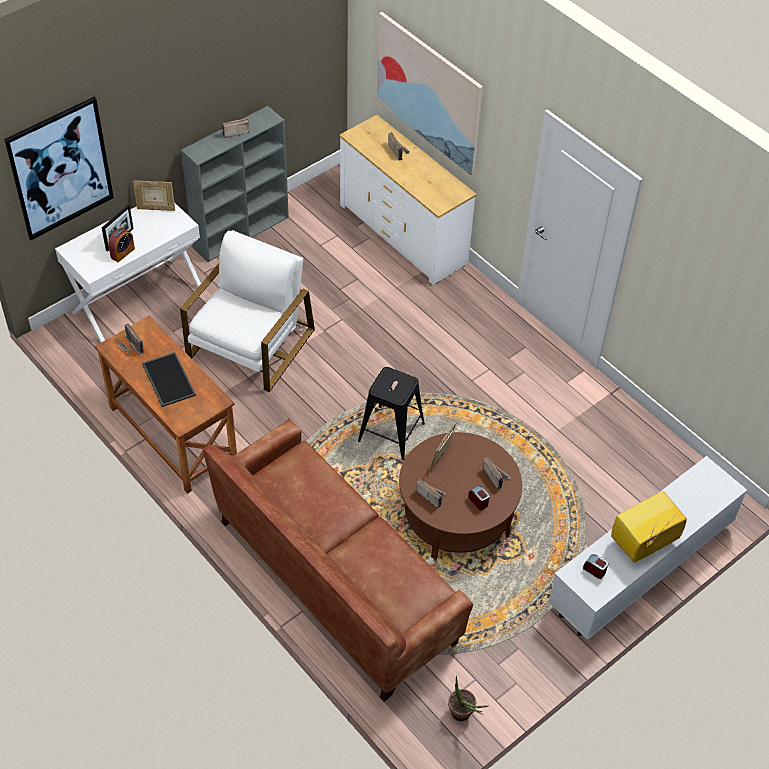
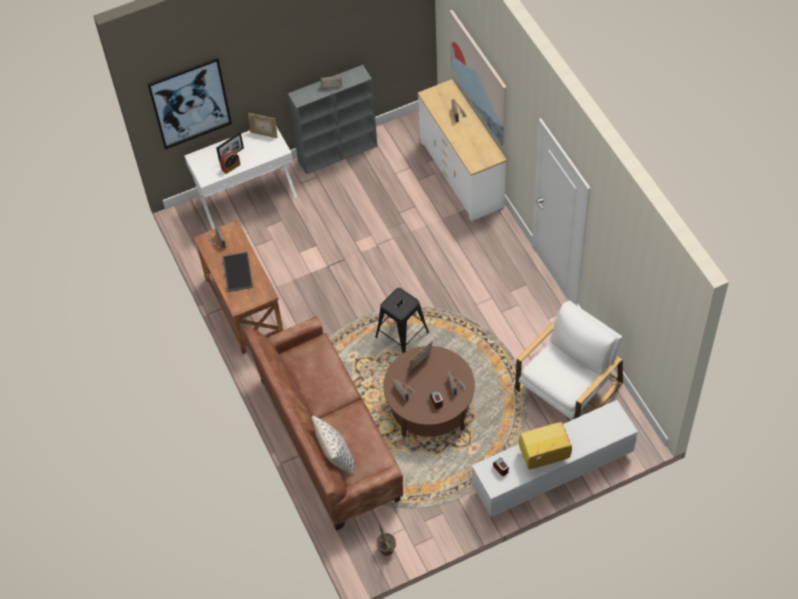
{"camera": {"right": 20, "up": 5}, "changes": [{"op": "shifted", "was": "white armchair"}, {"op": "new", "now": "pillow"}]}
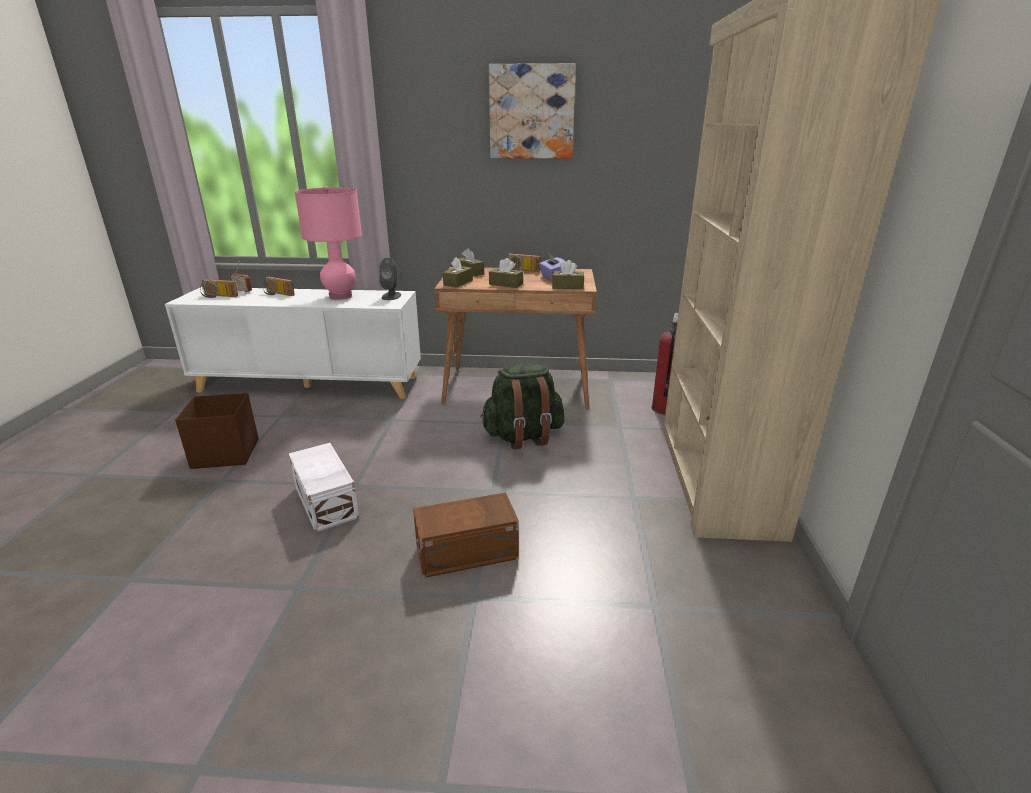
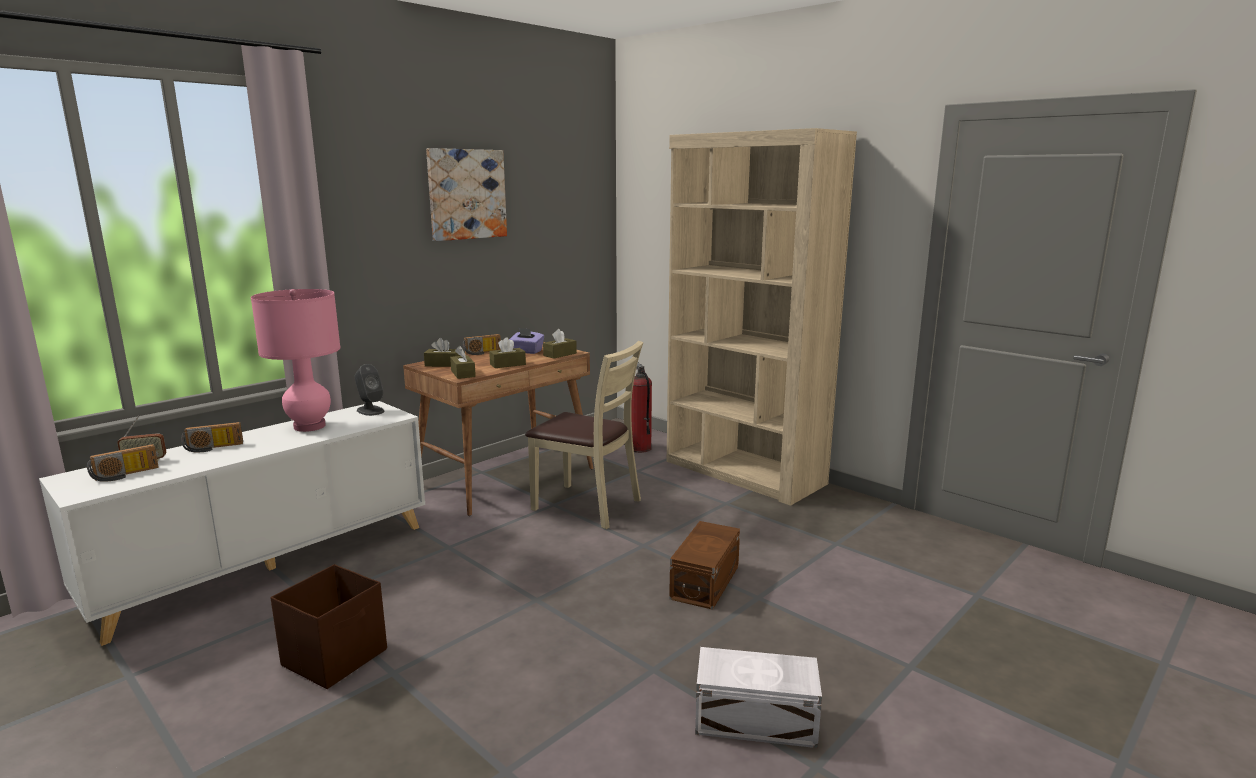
{"camera": {"right": -50, "up": -10}, "changes": [{"op": "swapped", "was": "green backpack", "now": "beige chair"}, {"op": "shifted", "was": "white storage box"}]}
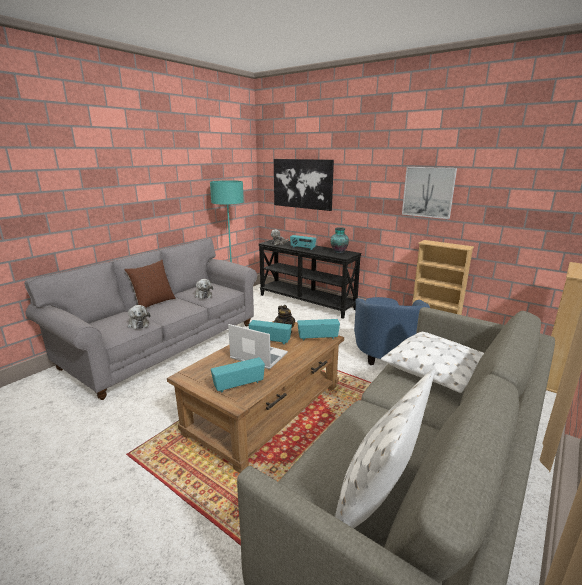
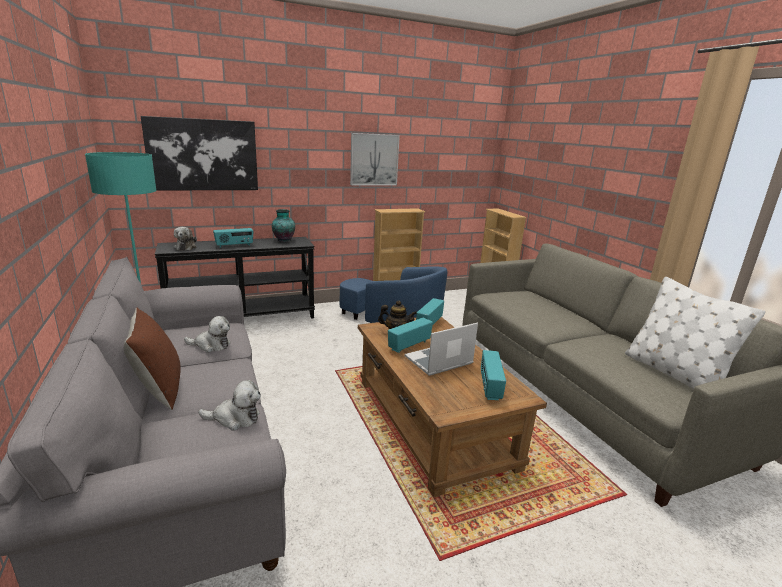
{"camera": {"right": -60, "up": 0}, "changes": [{"op": "gone", "was": "white pillow (no. 2 from left)"}]}
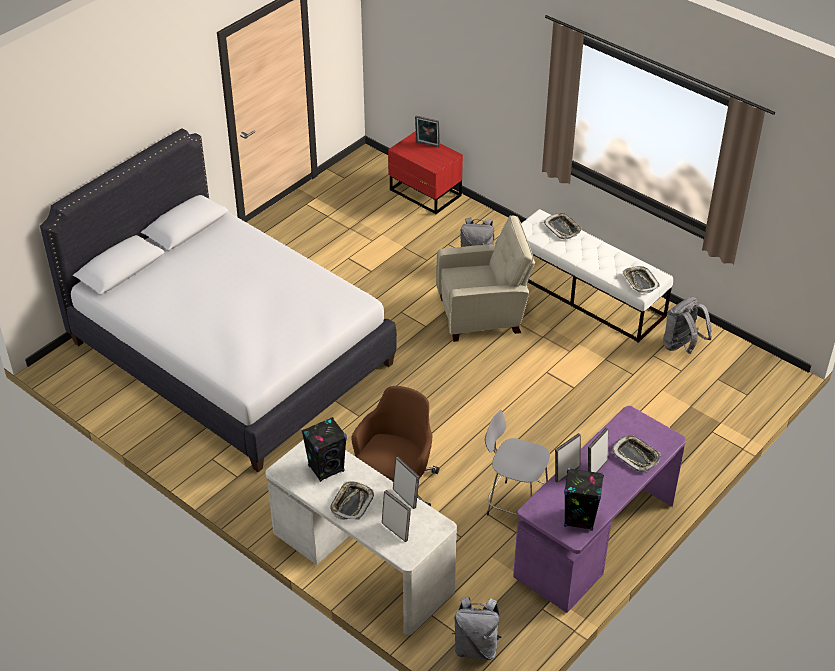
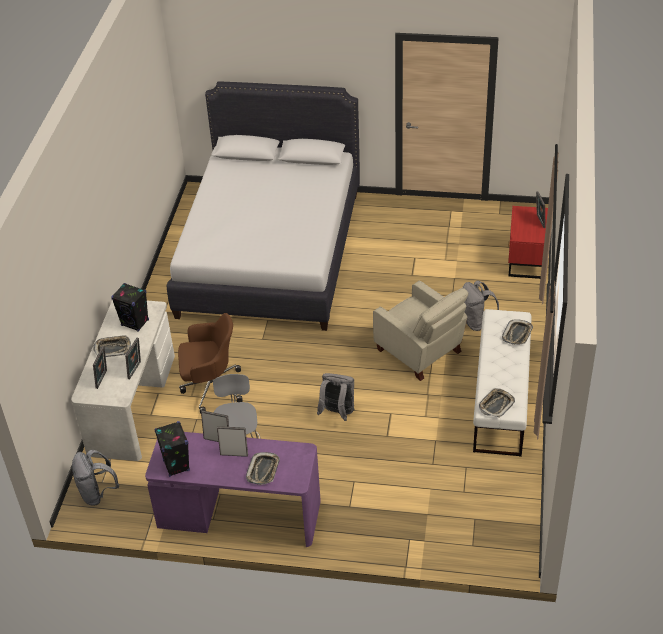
{"camera": {"right": 60, "up": 0}, "changes": [{"op": "shifted", "was": "grey backpack (no. 3 from left in the first image)", "now": "grey backpack (no. 2 from left)"}]}
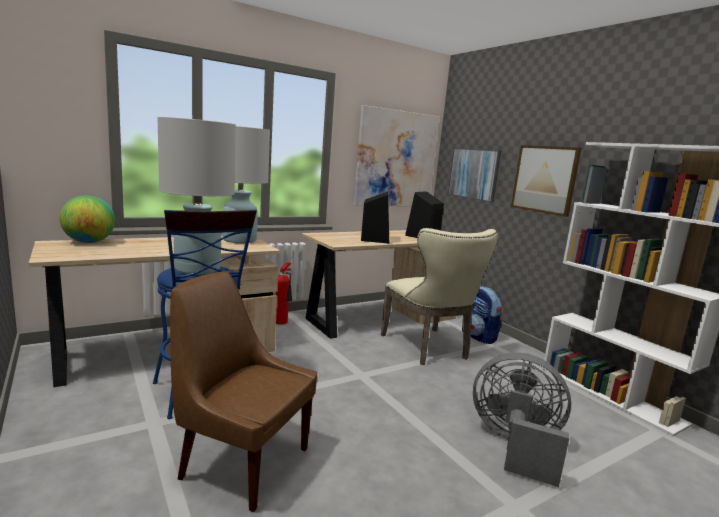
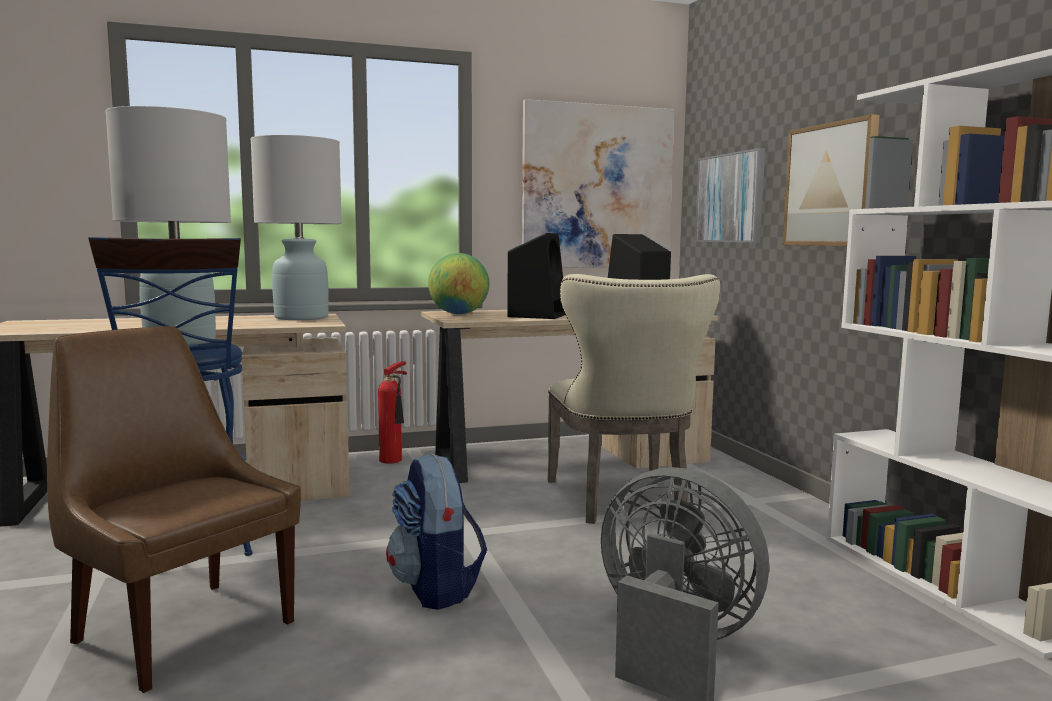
{"camera": {"right": 15, "up": -5}, "changes": [{"op": "shifted", "was": "globe"}, {"op": "shifted", "was": "backpack"}]}
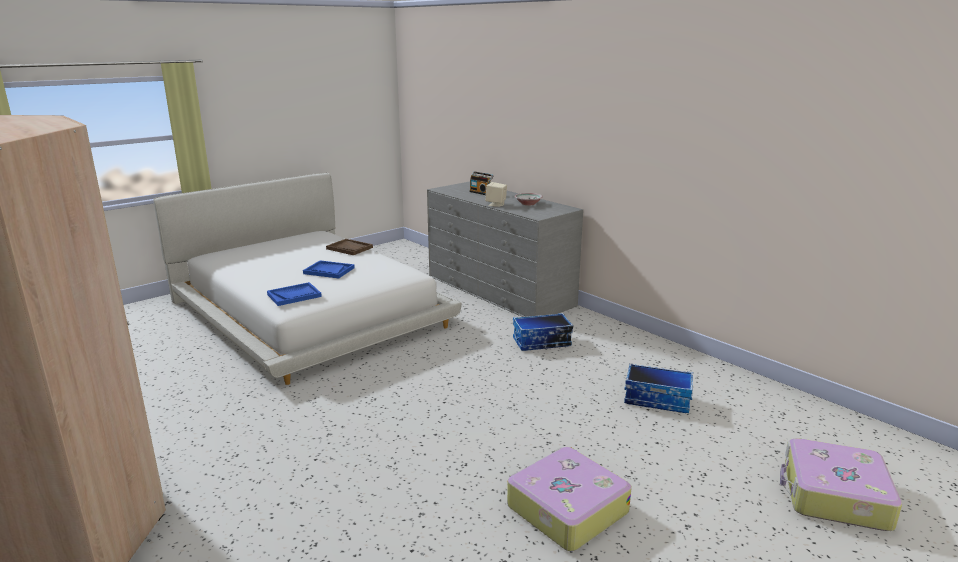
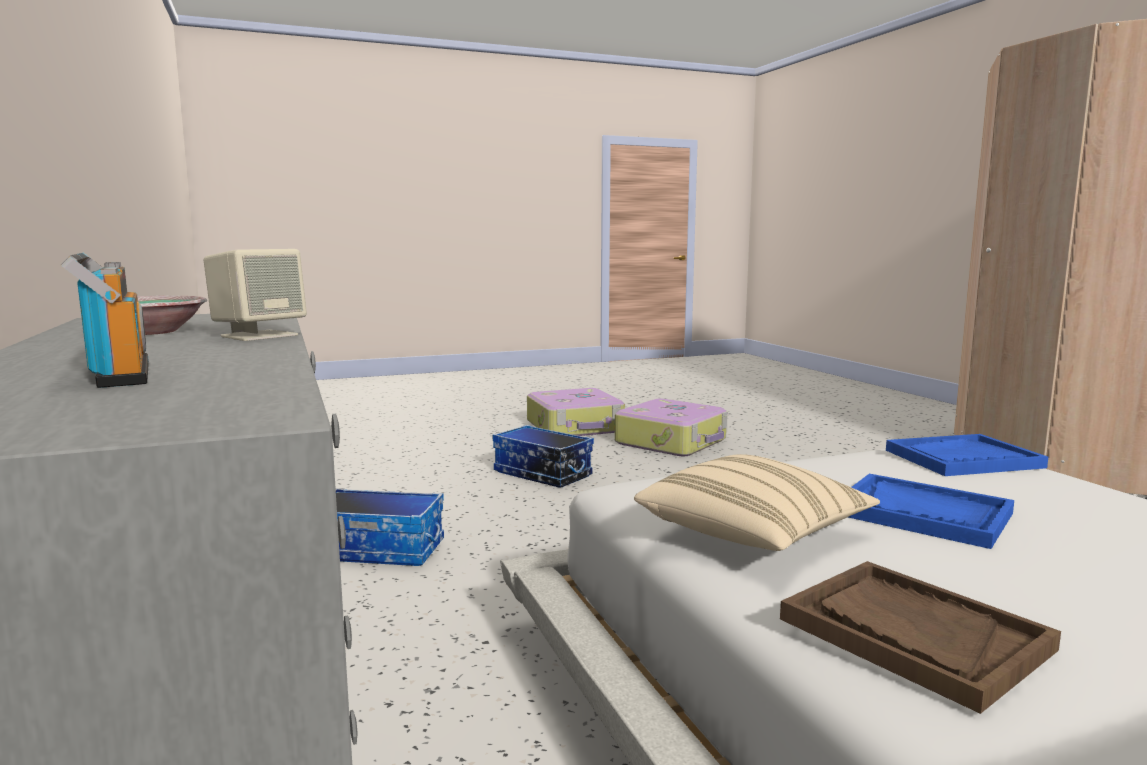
{"camera": {"right": -160, "up": -10}, "changes": [{"op": "shifted", "was": "storage box (no. 2 from left)"}, {"op": "shifted", "was": "suitcase (no. 2 from left)"}, {"op": "new", "now": "beige pillow"}]}
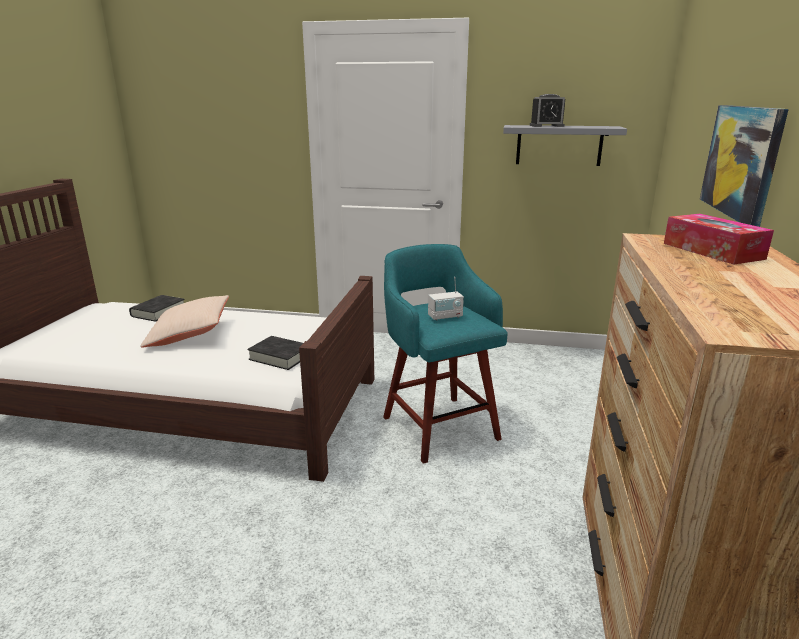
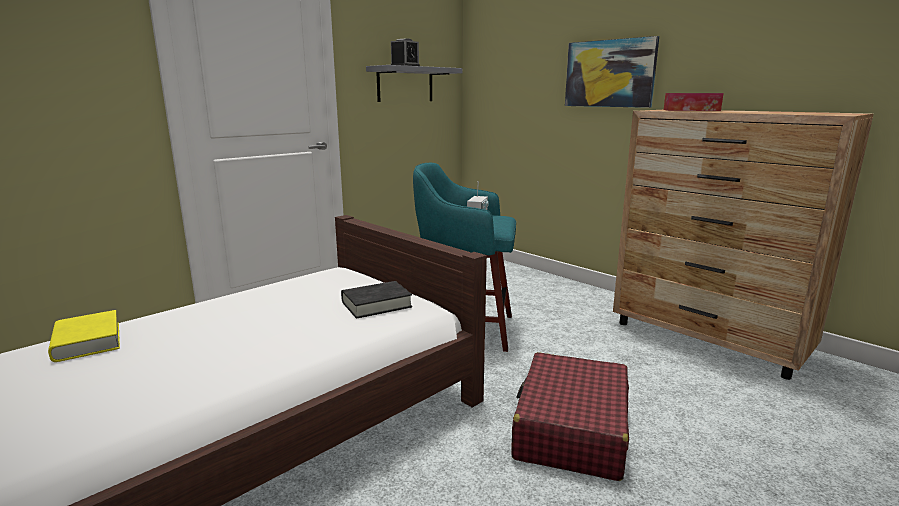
{"camera": {"right": -55, "up": -5}, "changes": [{"op": "repainted", "was": "black book (no. 1 from left)", "now": "yellow book"}, {"op": "gone", "was": "beige pillow"}, {"op": "new", "now": "red suitcase"}]}
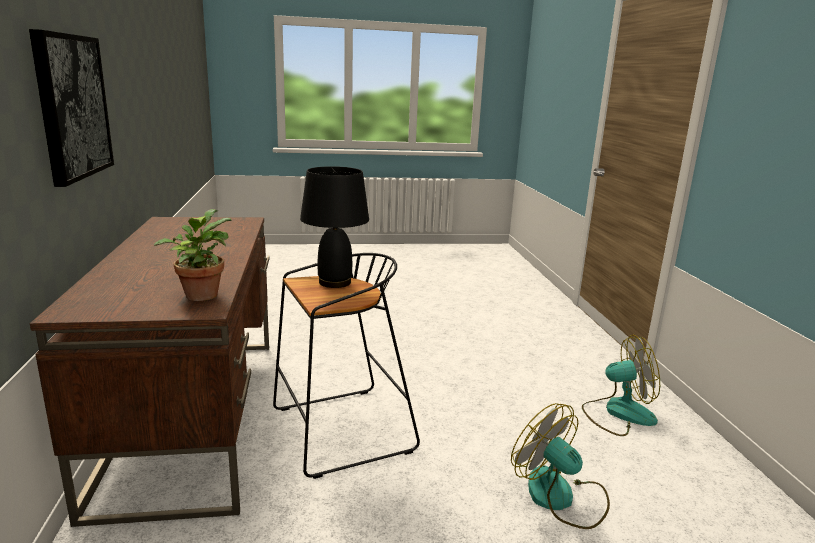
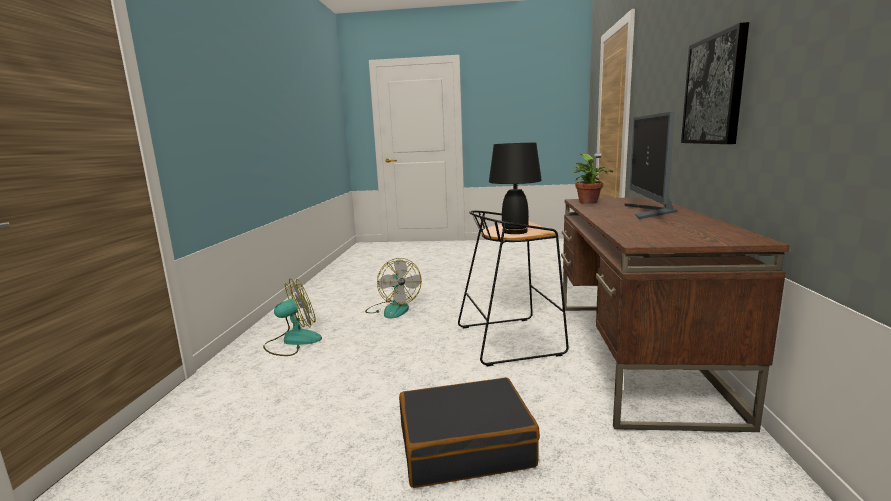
{"camera": {"right": -165, "up": -5}, "changes": [{"op": "rotated", "was": "fan (no. 2 from left in the first image)", "clockwise": 135}, {"op": "new", "now": "monitor"}, {"op": "new", "now": "black suitcase"}]}
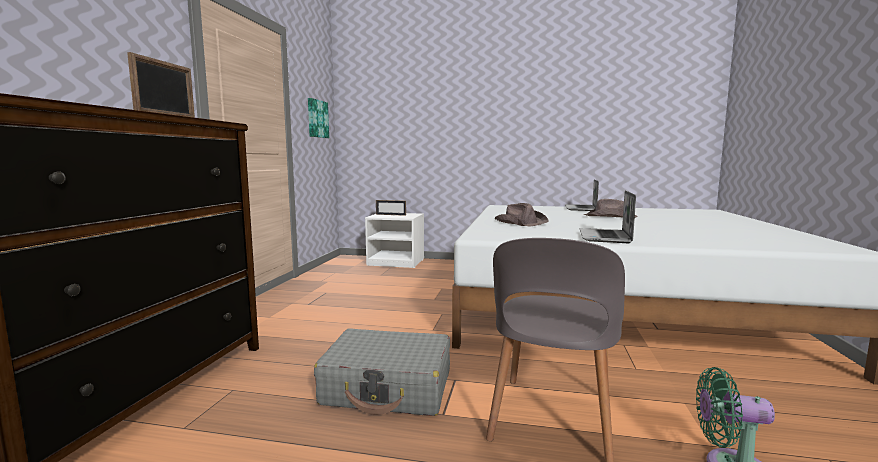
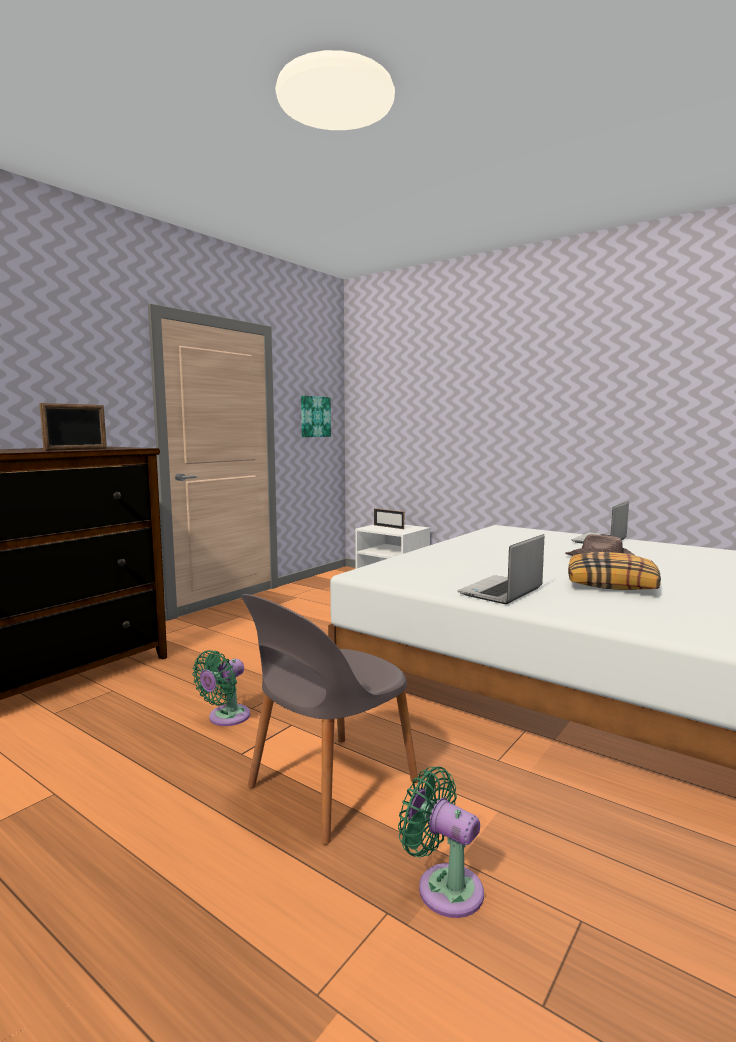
{"camera": {"right": 25, "up": 0}, "changes": [{"op": "gone", "was": "brown hat (no. 1 from left)"}, {"op": "swapped", "was": "grey suitcase", "now": "green fan (no. 1 from left)"}, {"op": "new", "now": "pillow"}]}
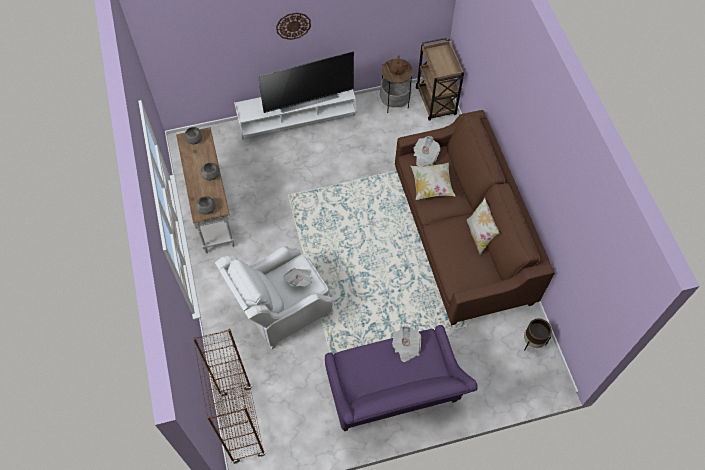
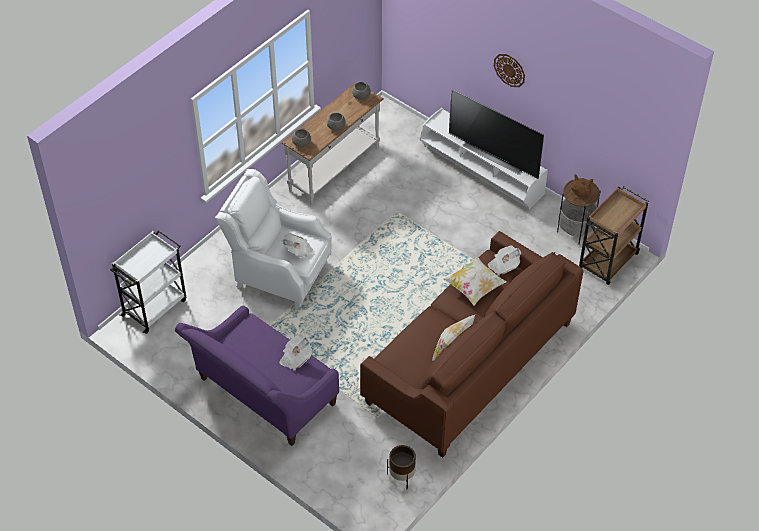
{"camera": {"right": 55, "up": -10}, "changes": [{"op": "swapped", "was": "brown bookcase", "now": "white cart"}]}
